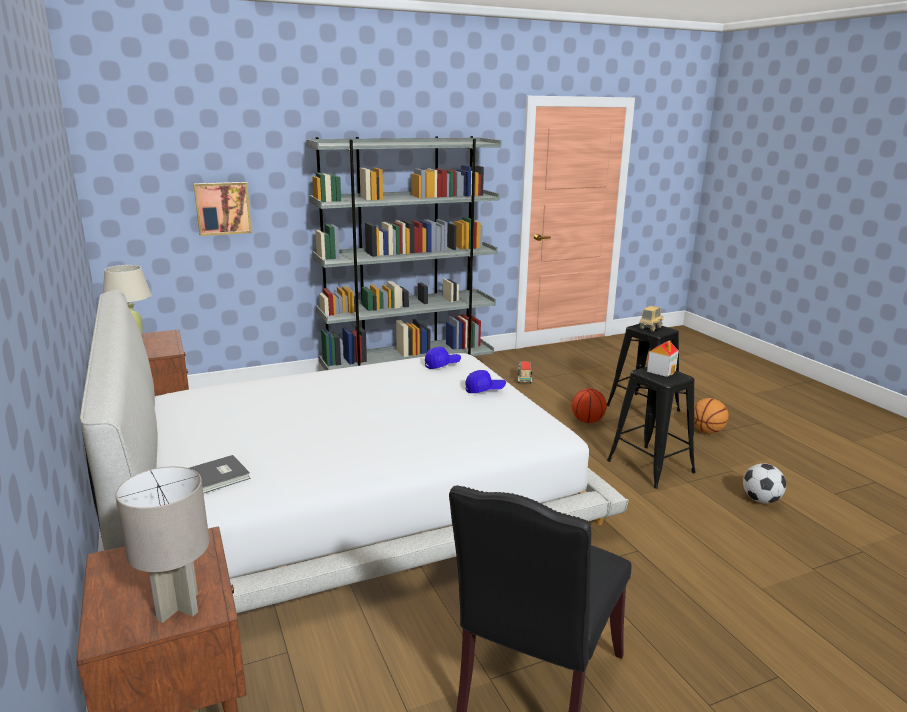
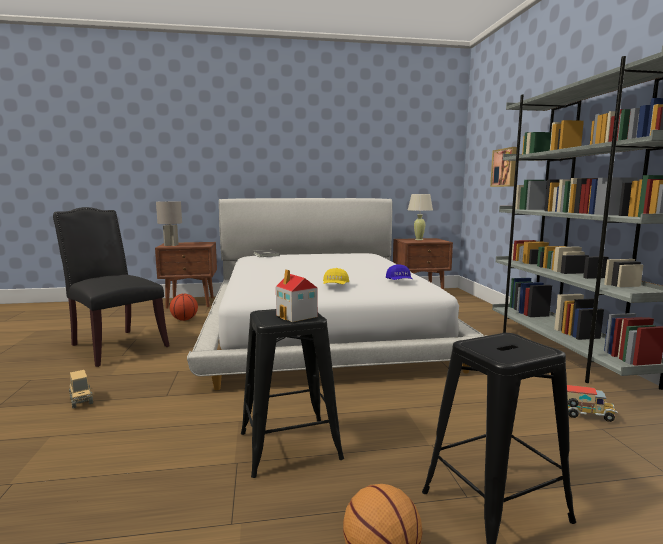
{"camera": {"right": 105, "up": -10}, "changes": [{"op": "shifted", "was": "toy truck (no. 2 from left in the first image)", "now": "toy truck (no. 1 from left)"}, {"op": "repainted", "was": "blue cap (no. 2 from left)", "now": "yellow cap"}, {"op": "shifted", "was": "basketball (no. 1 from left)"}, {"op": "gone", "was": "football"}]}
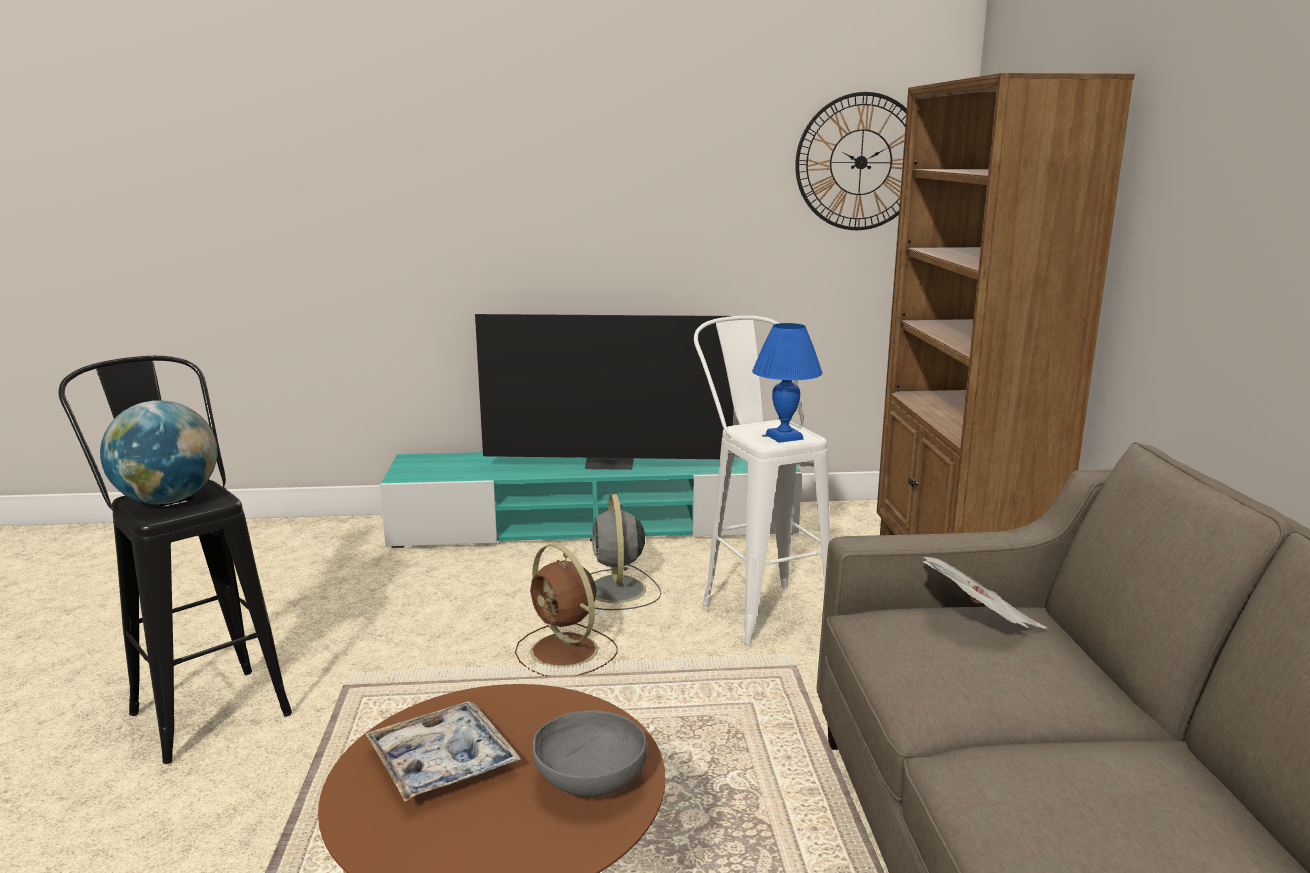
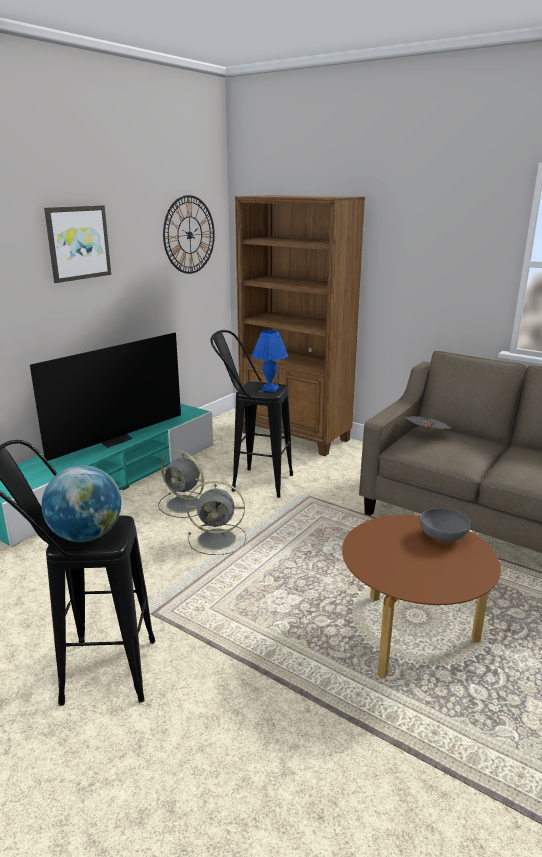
{"camera": {"right": -50, "up": 5}, "changes": [{"op": "repainted", "was": "white stool", "now": "black stool (no. 2 from left)"}, {"op": "repainted", "was": "brown fan", "now": "grey fan (no. 2 from left)"}, {"op": "gone", "was": "tray"}, {"op": "new", "now": "picture"}]}
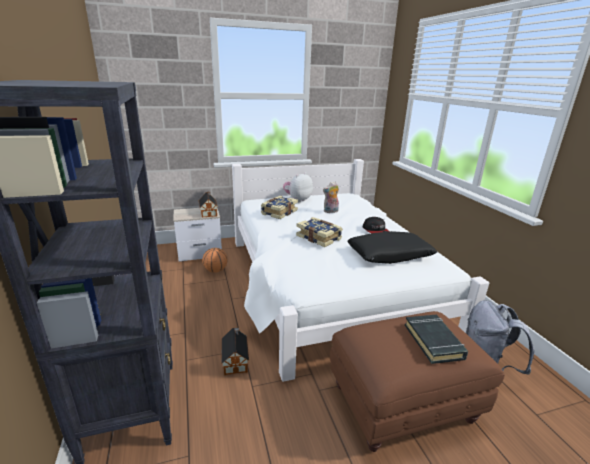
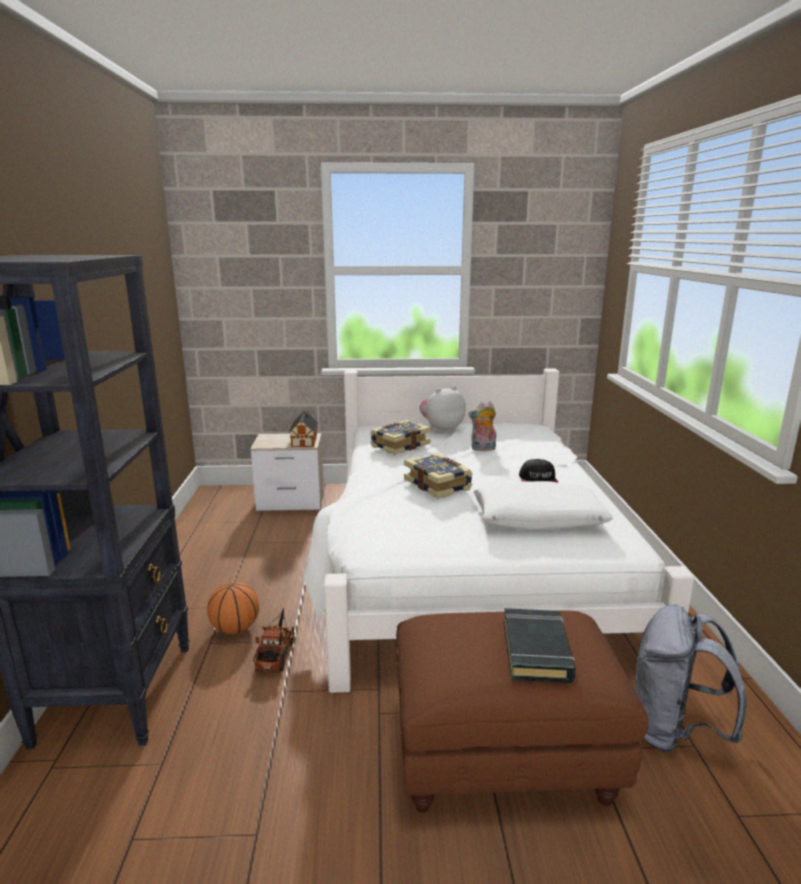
{"camera": {"right": 15, "up": -5}, "changes": [{"op": "repainted", "was": "black pillow", "now": "white pillow"}, {"op": "shifted", "was": "basketball"}, {"op": "swapped", "was": "toy house (no. 2 from left)", "now": "toy truck"}]}
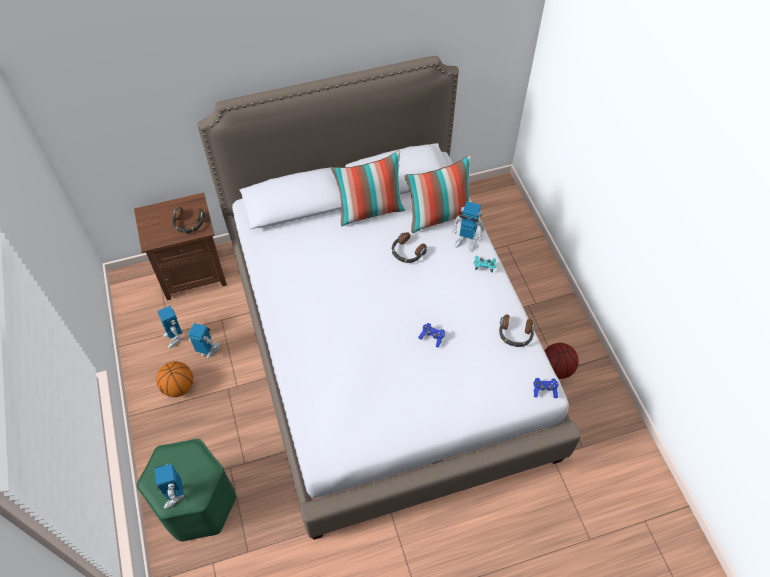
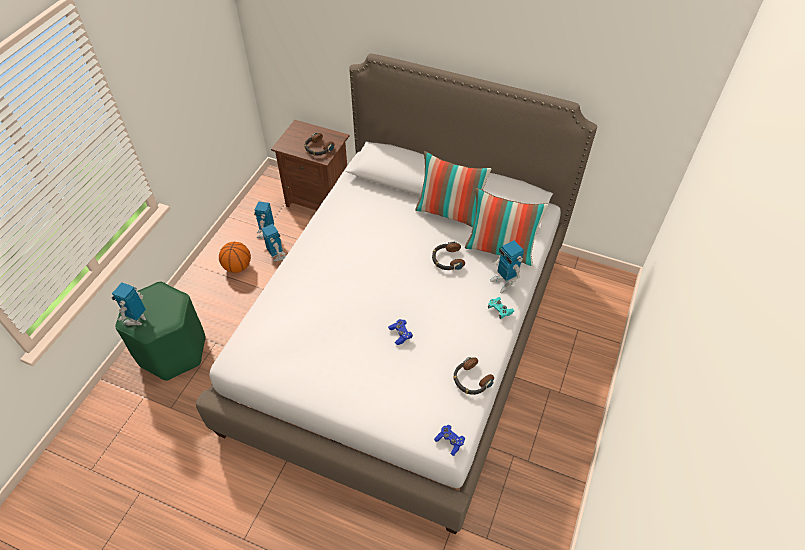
{"camera": {"right": 40, "up": -5}, "changes": [{"op": "gone", "was": "basketball (no. 2 from left)"}]}
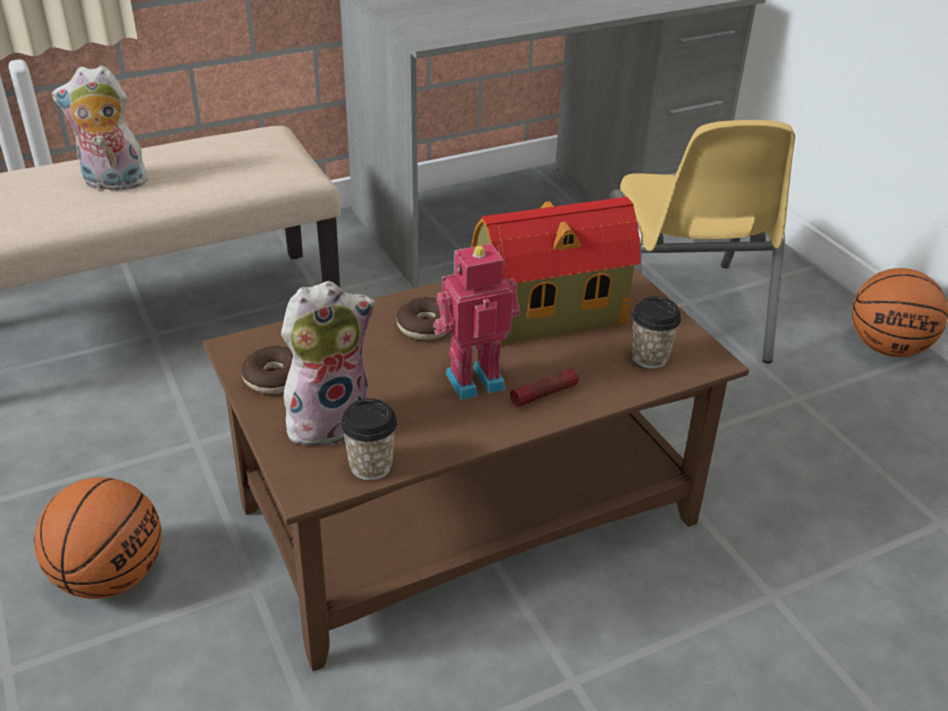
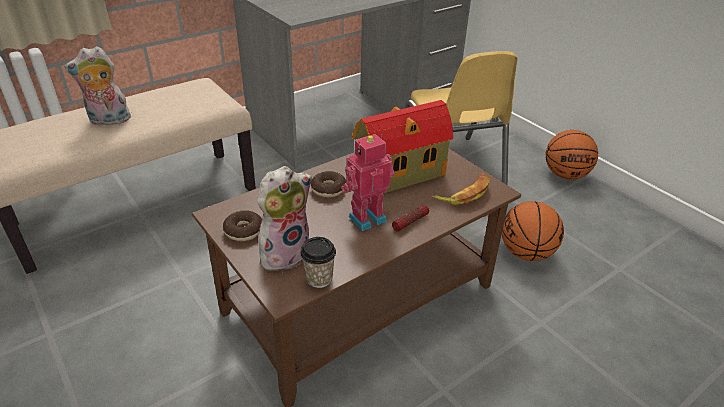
{"camera": {"right": -10, "up": 0}, "changes": [{"op": "swapped", "was": "cup (no. 2 from left)", "now": "banana"}, {"op": "shifted", "was": "basketball (no. 1 from left)"}]}
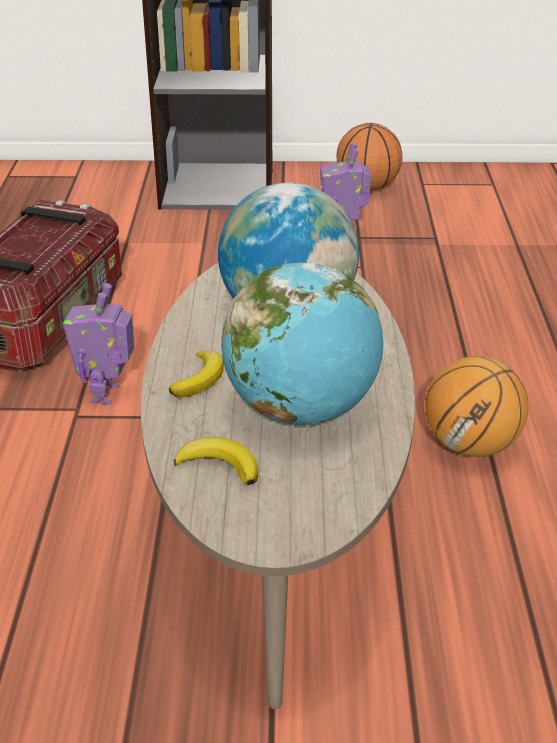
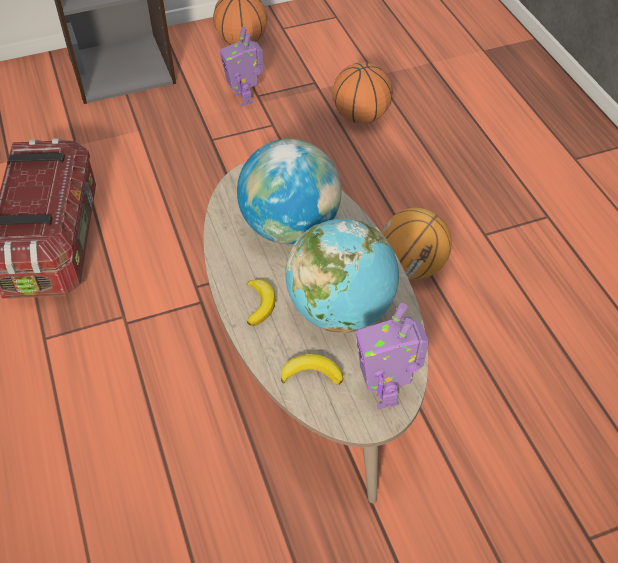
{"camera": {"right": -20, "up": 15}, "changes": [{"op": "shifted", "was": "toy robot (no. 1 from left in the first image)", "now": "toy robot (no. 2 from left)"}, {"op": "new", "now": "basketball (no. 2 from left)"}]}
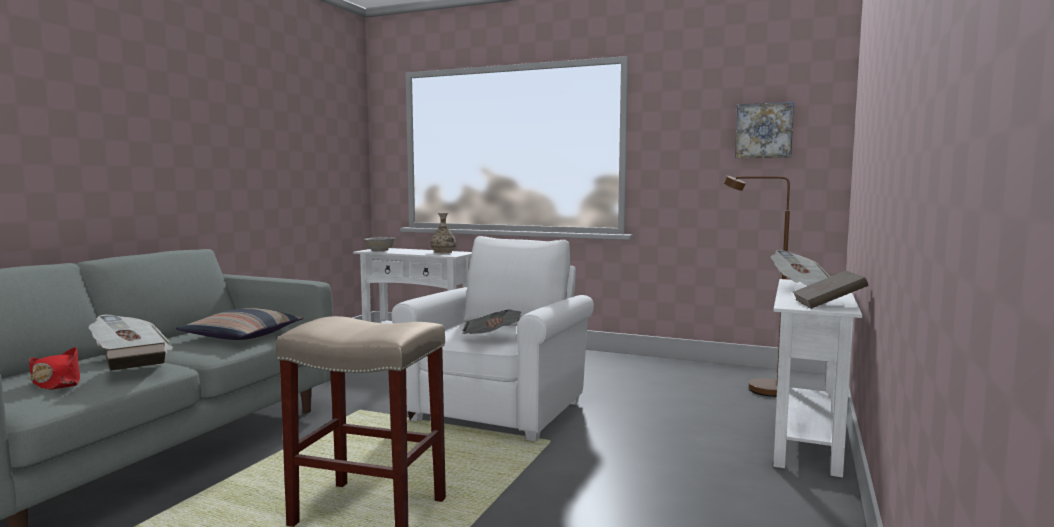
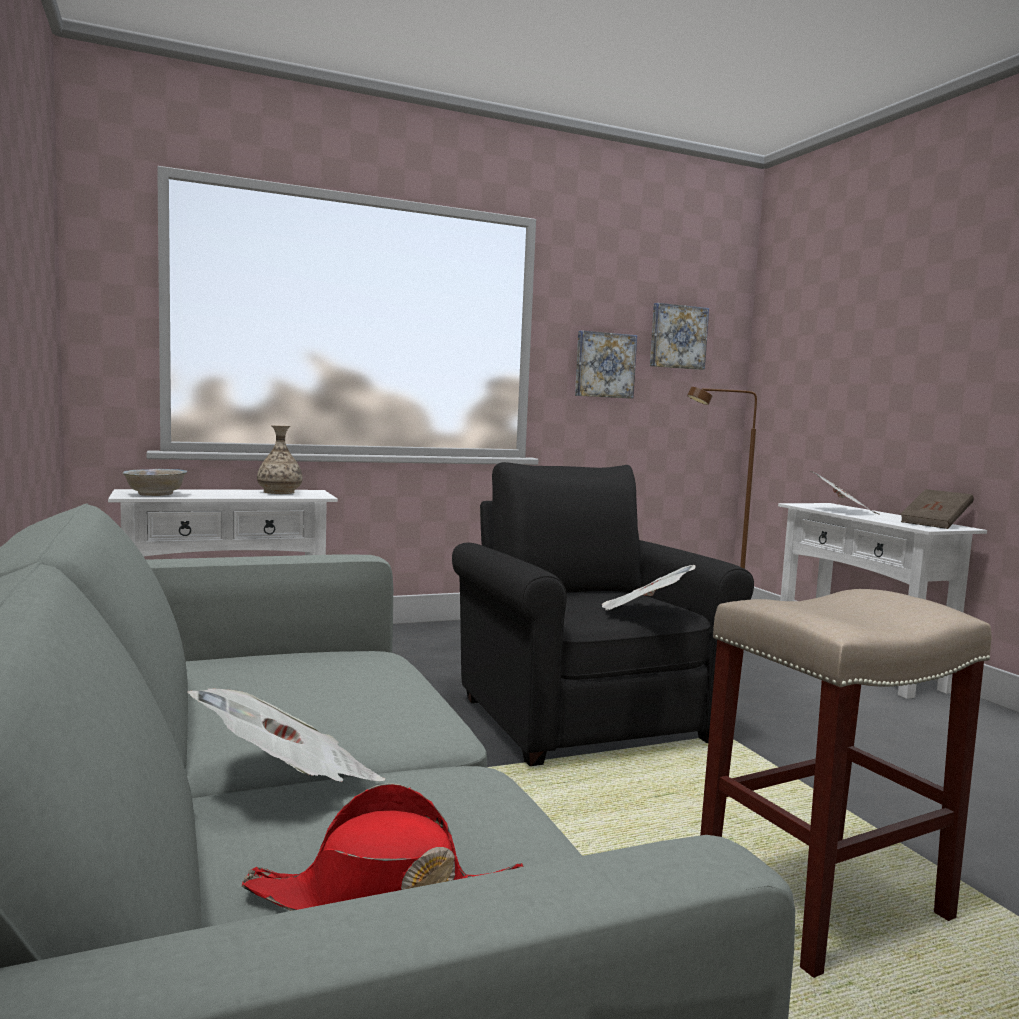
{"camera": {"right": -45, "up": 0}, "changes": [{"op": "repainted", "was": "white armchair", "now": "black armchair"}, {"op": "gone", "was": "pillow"}, {"op": "gone", "was": "brown book (no. 1 from left)"}, {"op": "new", "now": "picture (no. 1 from left)"}]}
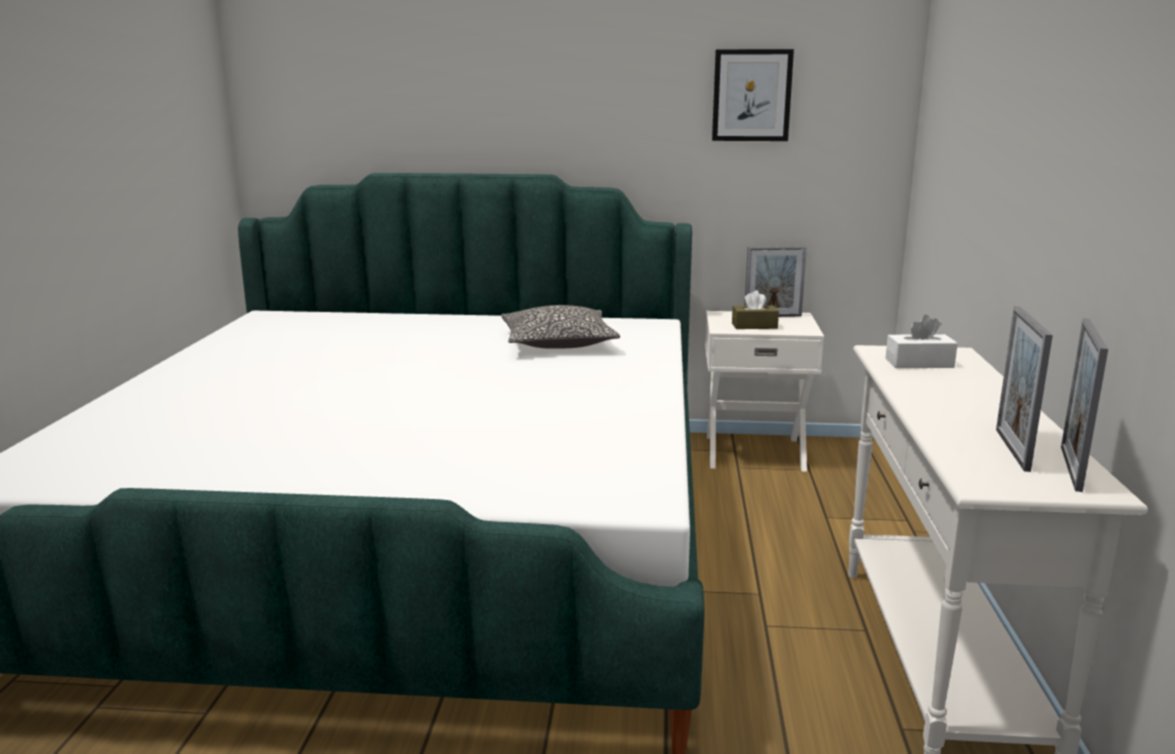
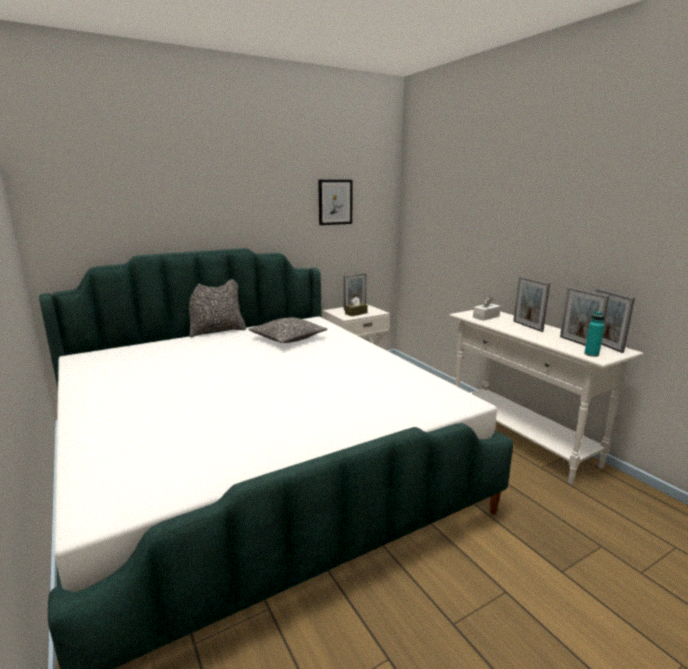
{"camera": {"right": -35, "up": 0}, "changes": [{"op": "new", "now": "picture frame (no. 2 from left)"}, {"op": "new", "now": "pillow (no. 1 from left)"}, {"op": "new", "now": "turquoise bottle"}]}
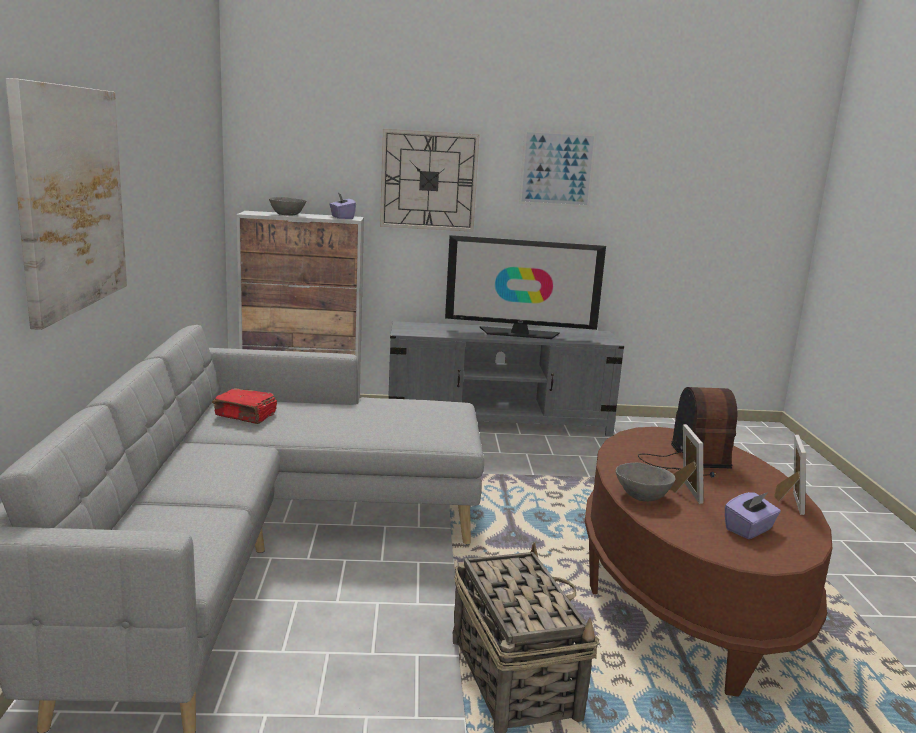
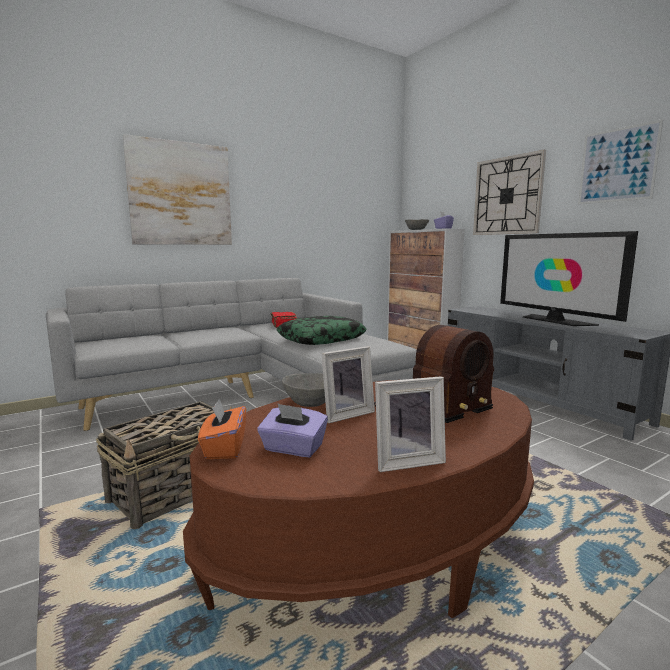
{"camera": {"right": 60, "up": -5}, "changes": [{"op": "new", "now": "pillow"}, {"op": "new", "now": "orange tissue box"}]}
